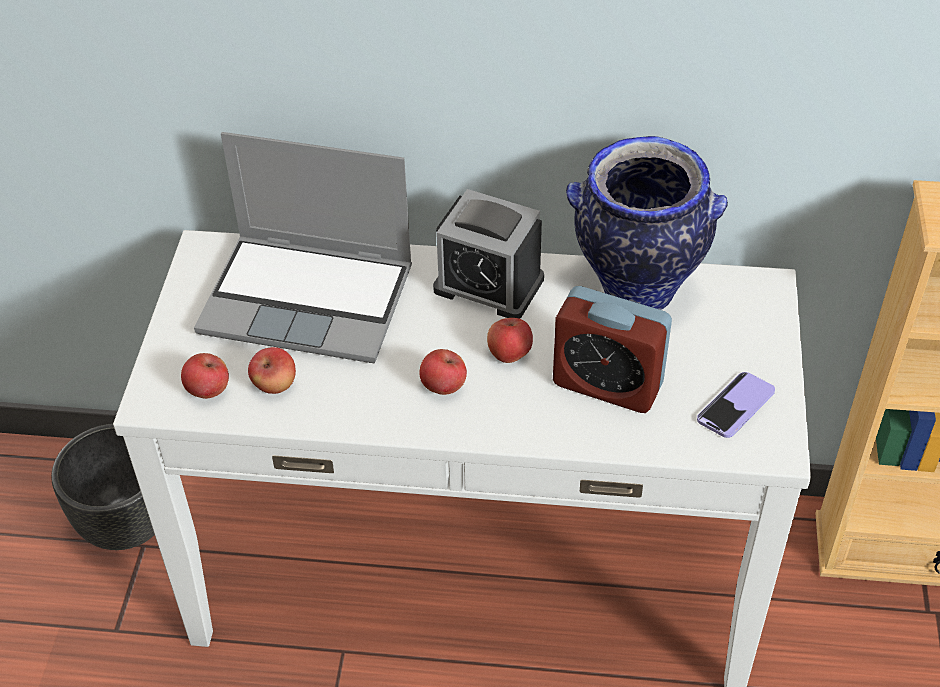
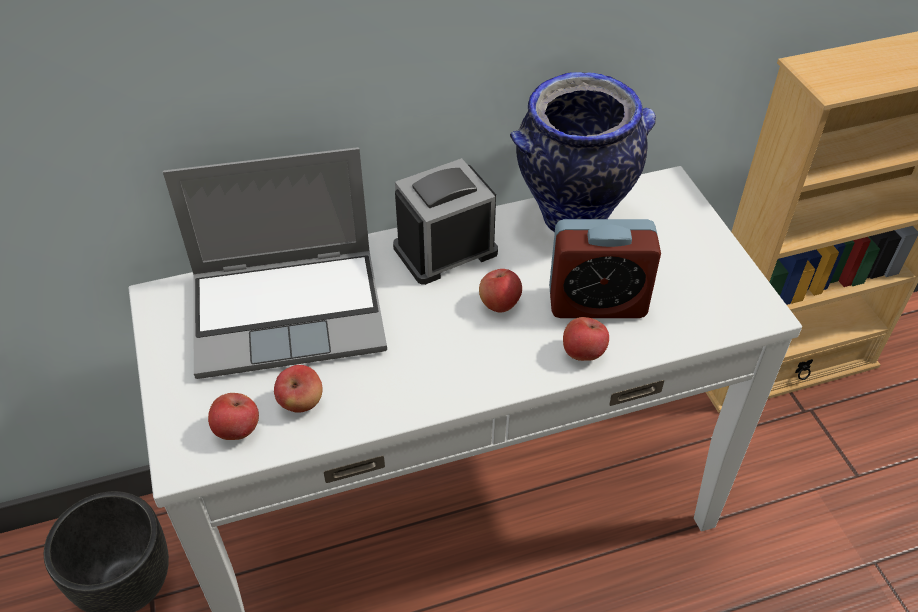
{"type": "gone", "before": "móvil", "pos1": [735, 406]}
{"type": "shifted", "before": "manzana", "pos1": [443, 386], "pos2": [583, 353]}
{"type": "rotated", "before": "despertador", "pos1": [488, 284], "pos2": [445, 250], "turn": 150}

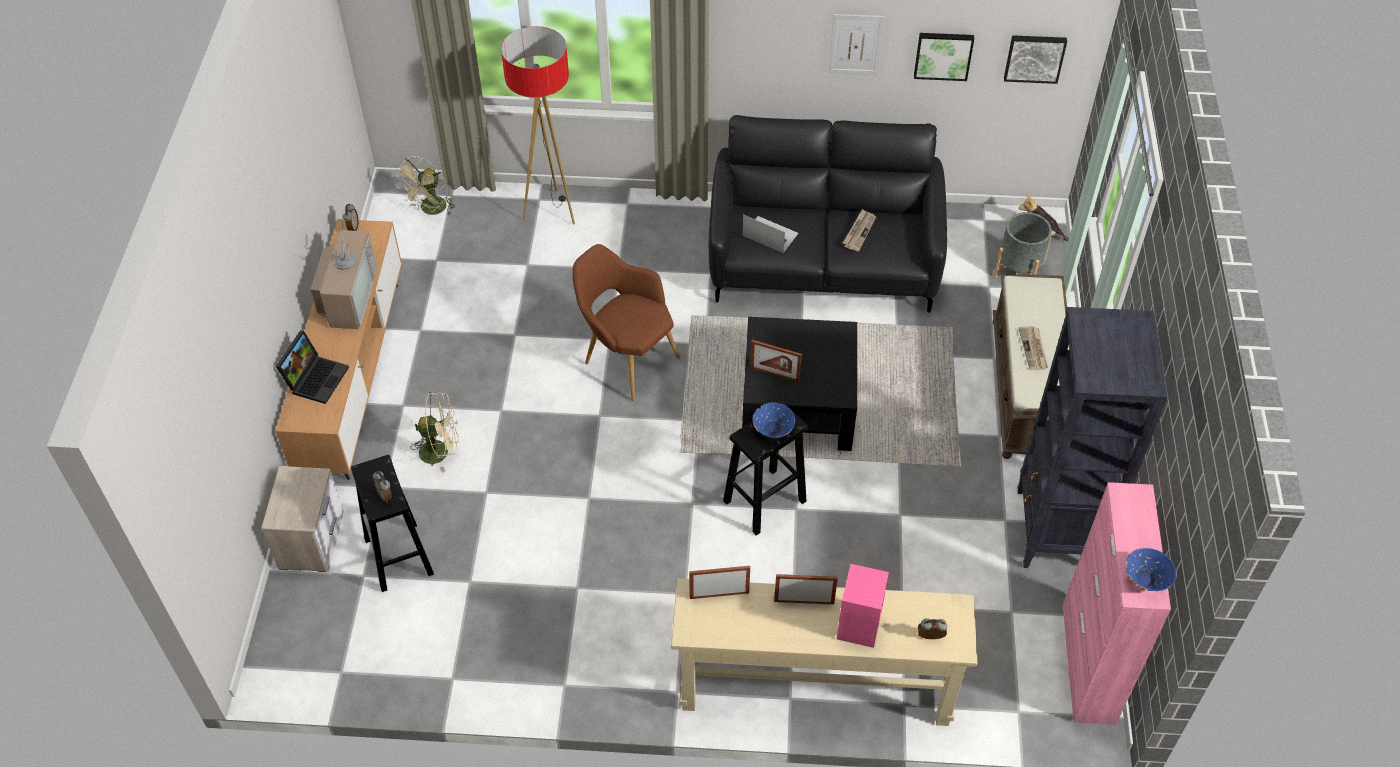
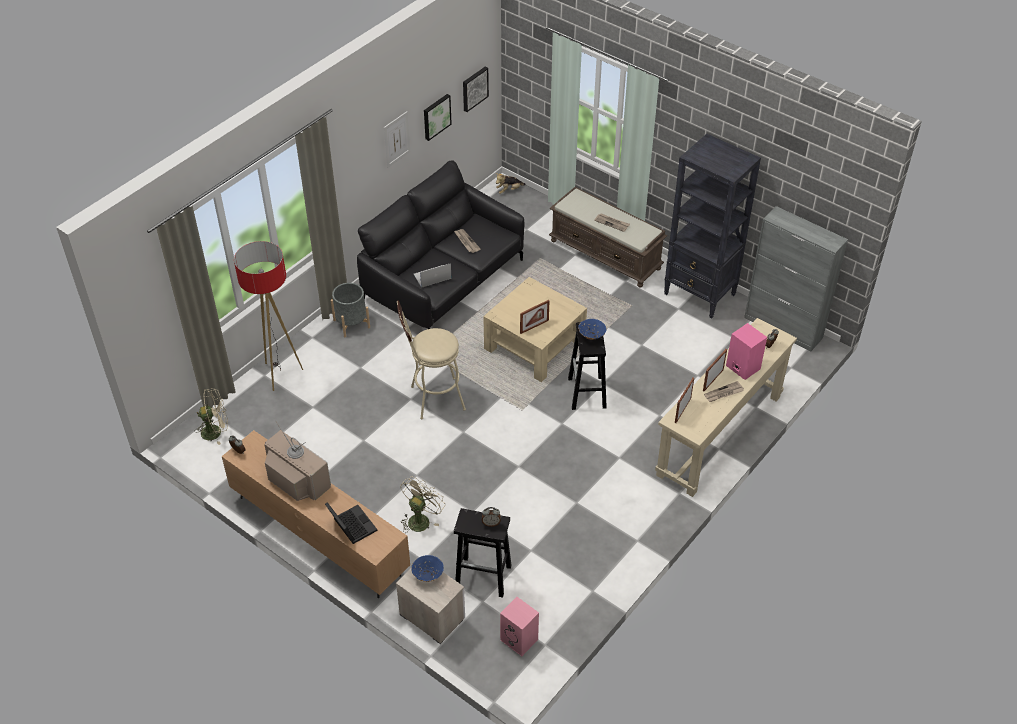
{"type": "new", "after": "altavoz [rosa]", "pos2": [520, 640]}
{"type": "new", "after": "periódico", "pos2": [723, 393]}
{"type": "shifted", "before": "maceta [gris]", "pos1": [1019, 270], "pos2": [351, 324]}
{"type": "shifted", "before": "cuenco [azul]", "pos1": [1146, 579], "pos2": [427, 575]}
{"type": "swapped", "before": "sillón [marrón]", "after": "taburete [beis]", "pos1": [626, 359], "pos2": [432, 399]}
{"type": "repainted", "before": "mesa de centro [negro]", "after": "mesa de centro [beis]", "pos1": [797, 405], "pos2": [534, 345]}
{"type": "repainted", "before": "armario [rosa]", "after": "armario [gris]", "pos1": [1088, 664], "pos2": [783, 328]}
{"type": "rotated", "before": "ventilador [beis]", "pos1": [431, 210], "pos2": [216, 431], "turn": -75}

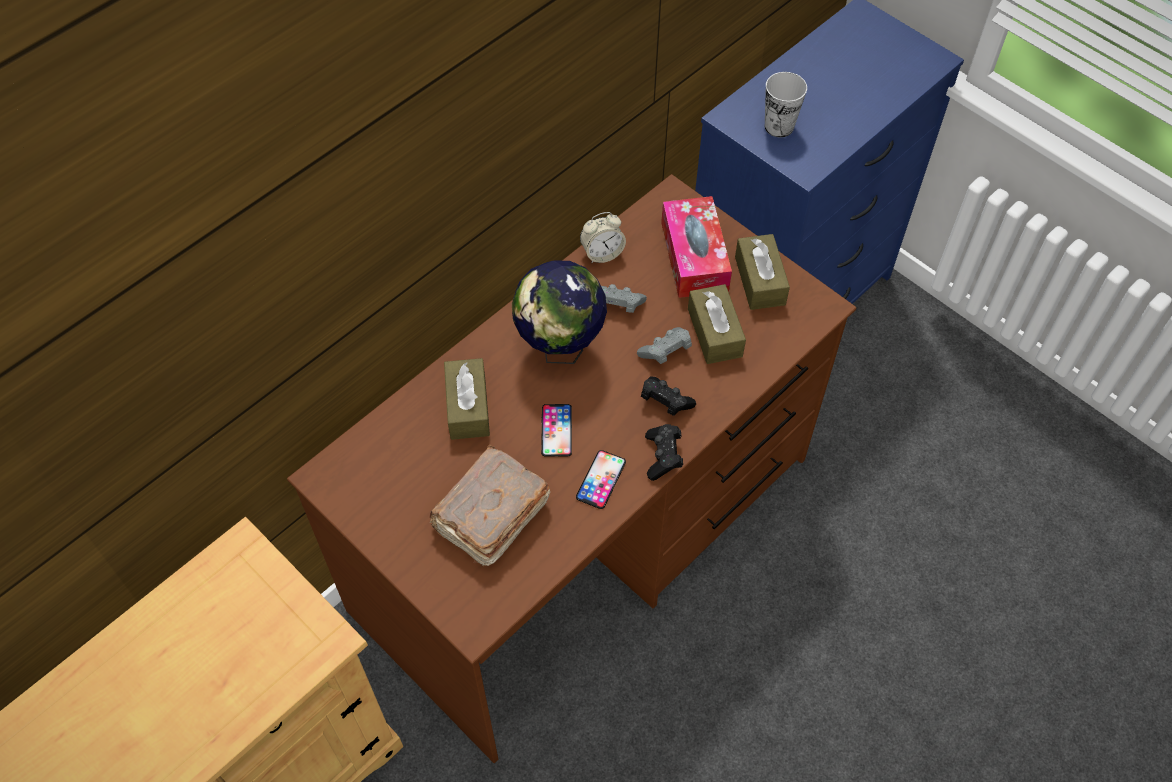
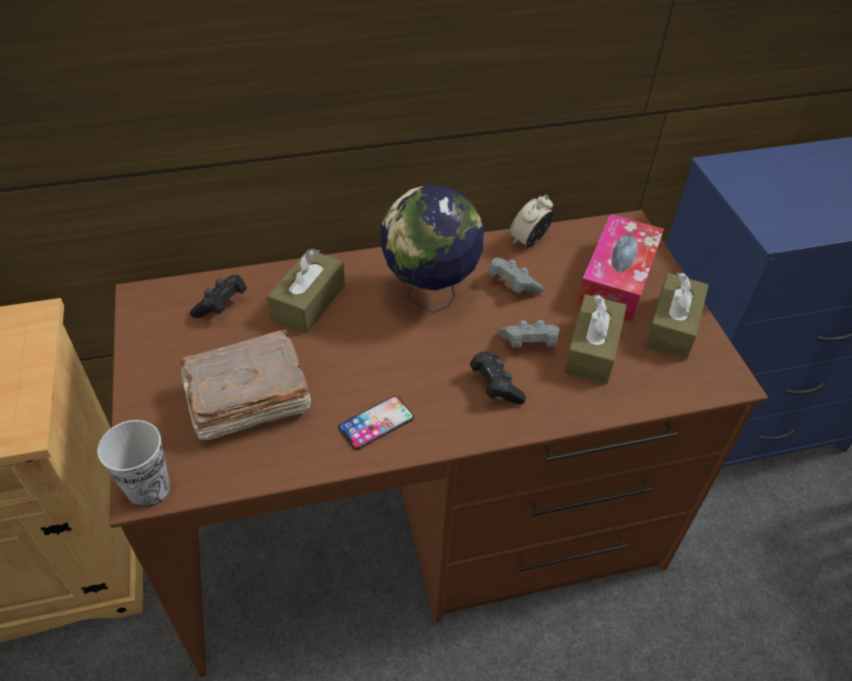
{"type": "gone", "before": "móvil", "pos1": [556, 430]}
{"type": "shifted", "before": "mando de consola [negro]", "pos1": [663, 457], "pos2": [222, 306]}
{"type": "shifted", "before": "taza", "pos1": [779, 126], "pos2": [148, 489]}
{"type": "rotated", "before": "despertador", "pos1": [602, 253], "pos2": [529, 241], "turn": 120}

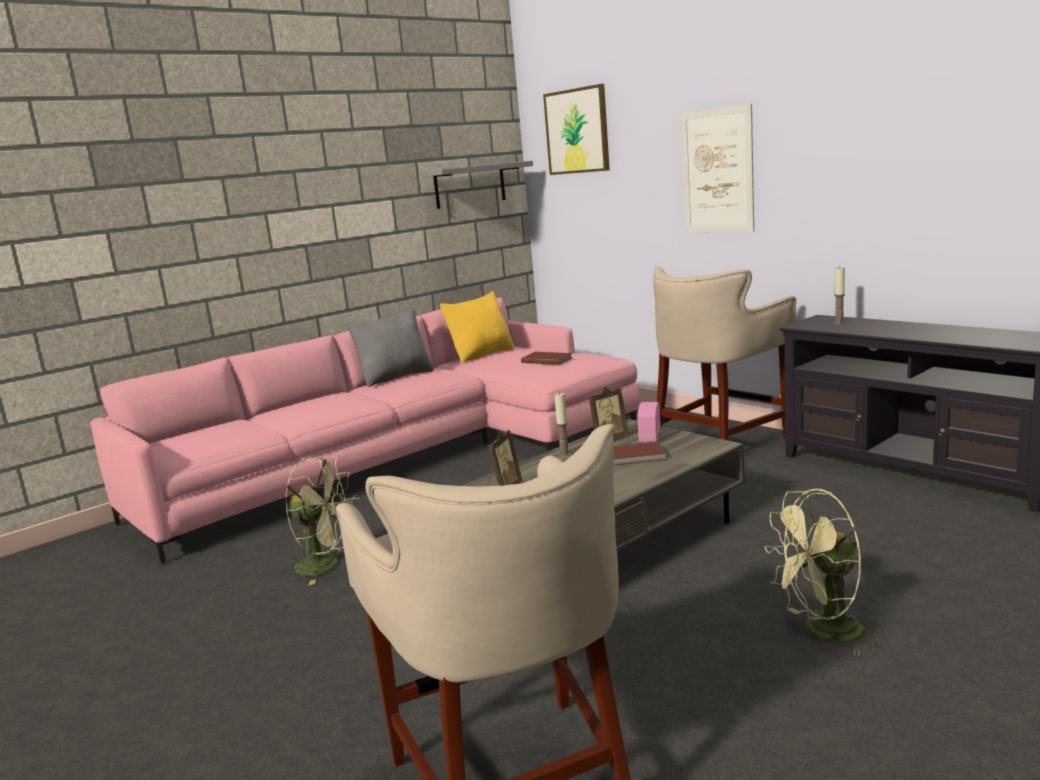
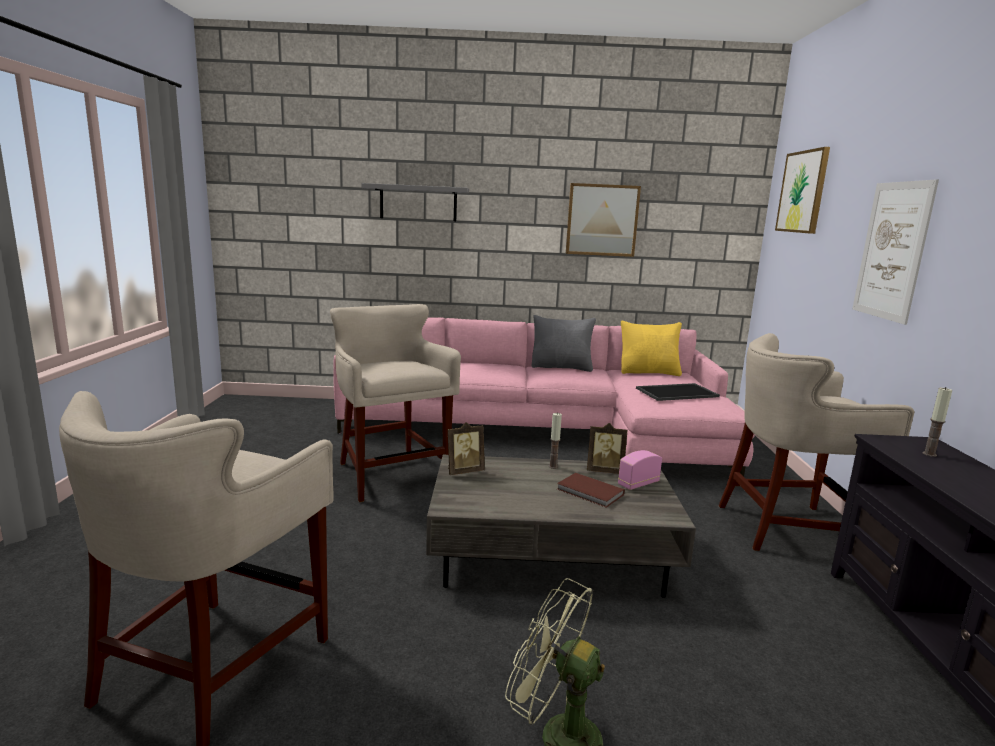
{"type": "new", "after": "cuadro", "pos2": [602, 220]}
{"type": "shifted", "before": "estante [gris]", "pos1": [470, 185], "pos2": [418, 203]}
{"type": "swapped", "before": "ventilador [verde]", "after": "taburete [beis]", "pos1": [327, 566], "pos2": [390, 475]}
{"type": "swapped", "before": "libro [marrón]", "after": "bandeja", "pos1": [546, 360], "pos2": [677, 392]}

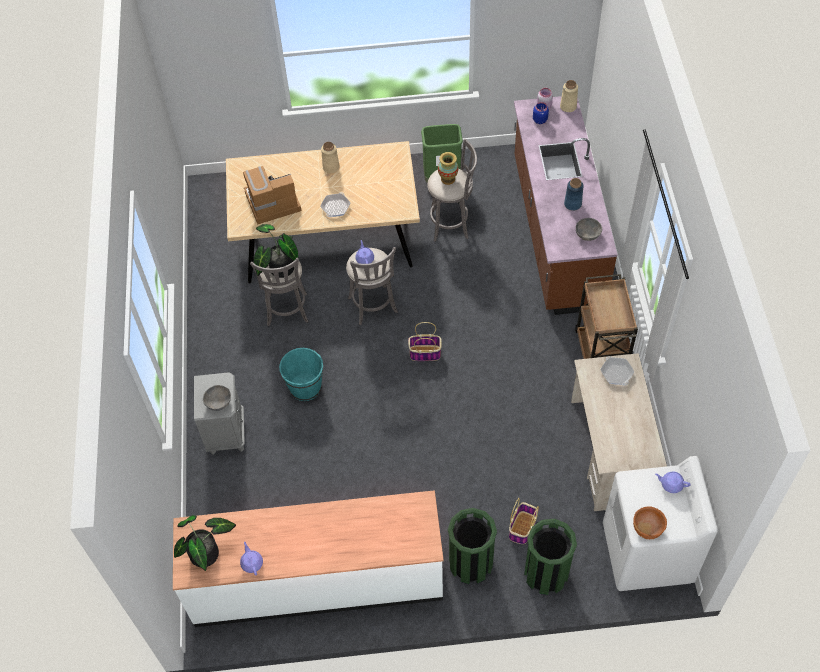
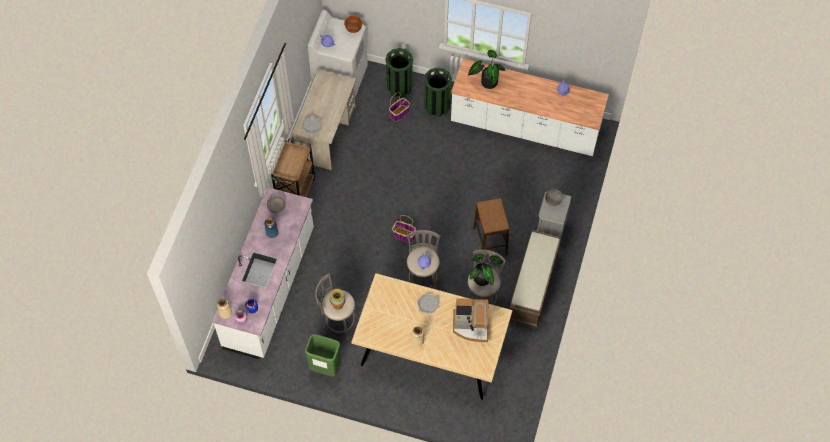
{"type": "new", "after": "banco [marrón]", "pos2": [533, 287]}
{"type": "shifted", "before": "planta en maceta", "pos1": [208, 554], "pos2": [487, 81]}
{"type": "swapped", "before": "cubo [turquesa]", "after": "taburete", "pos1": [305, 387], "pos2": [490, 241]}
{"type": "repainted", "before": "mueble bajo de cocina [marrón]", "after": "mueble bajo de cocina [blanco]", "pos1": [555, 232], "pos2": [270, 288]}

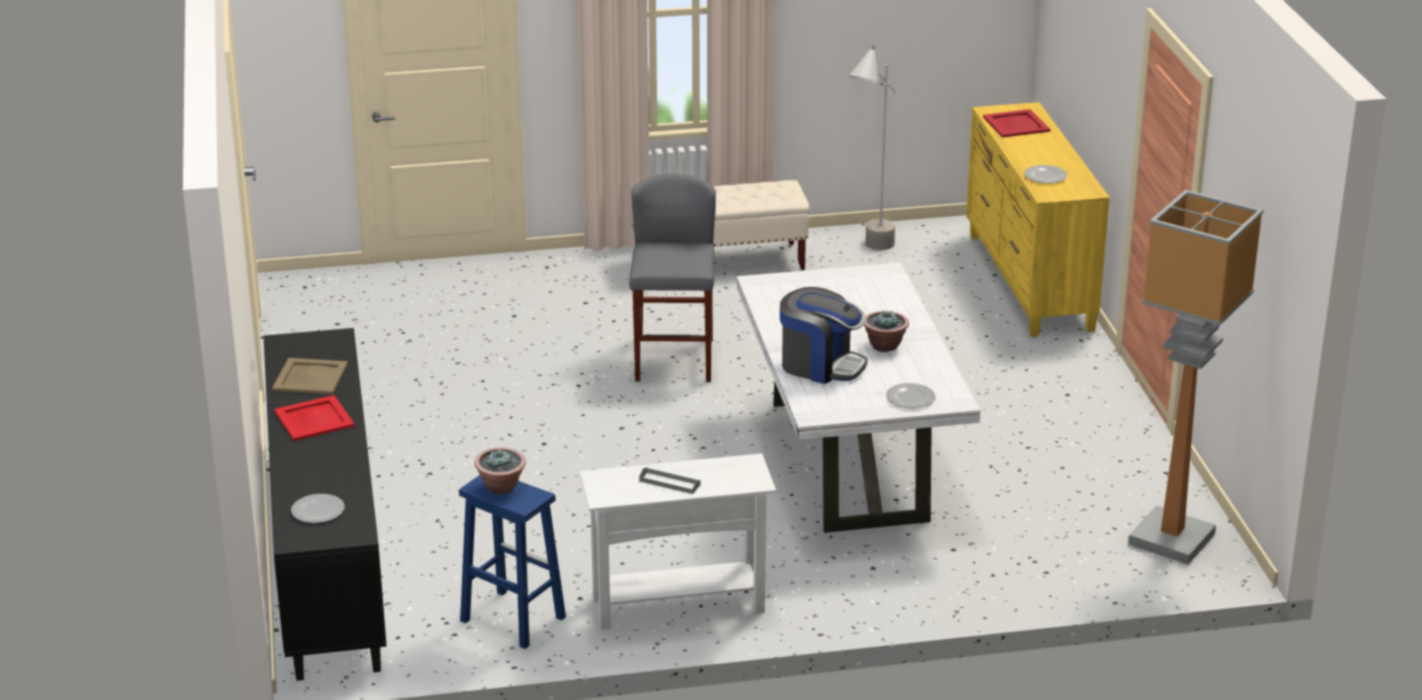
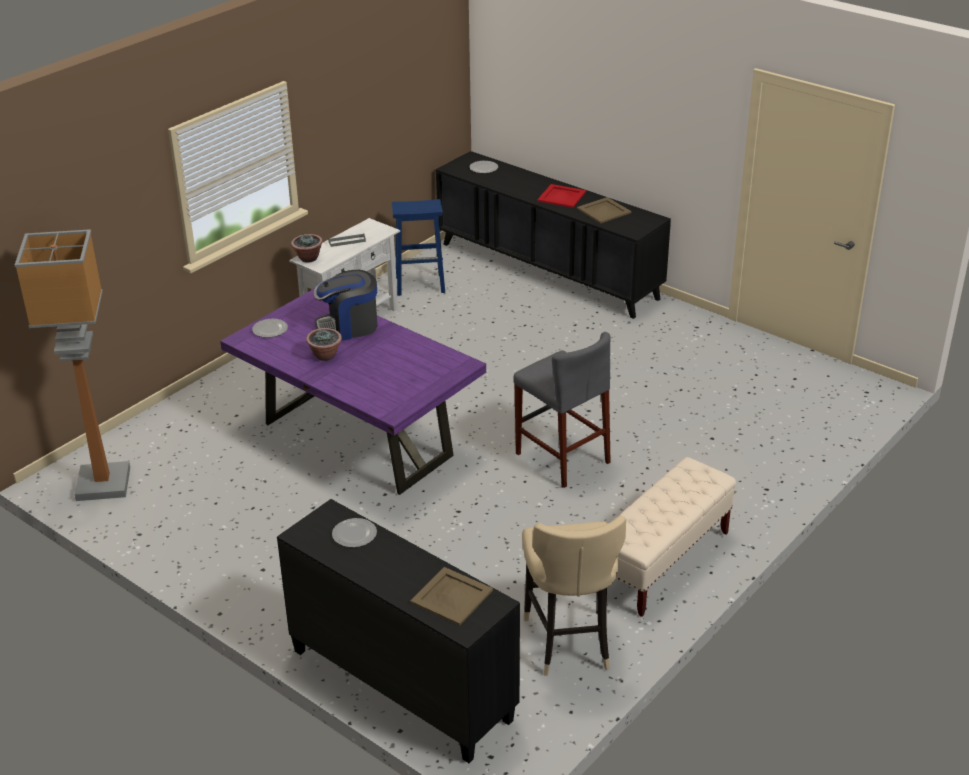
{"type": "shifted", "before": "planta en maceta", "pos1": [501, 487], "pos2": [308, 258]}
{"type": "swapped", "before": "lámpara de pie [gris]", "after": "taburete [beis]", "pos1": [870, 253], "pos2": [569, 643]}
{"type": "repainted", "before": "mesa de comedor [blanco]", "after": "mesa de comedor [morado]", "pos1": [847, 461], "pos2": [359, 440]}
{"type": "repainted", "before": "cómoda [amarillo]", "after": "cómoda [negro]", "pos1": [1029, 283], "pos2": [401, 683]}
{"type": "repainted", "before": "bandeja [rojo]", "after": "bandeja [beis]", "pos1": [1016, 124], "pos2": [451, 596]}

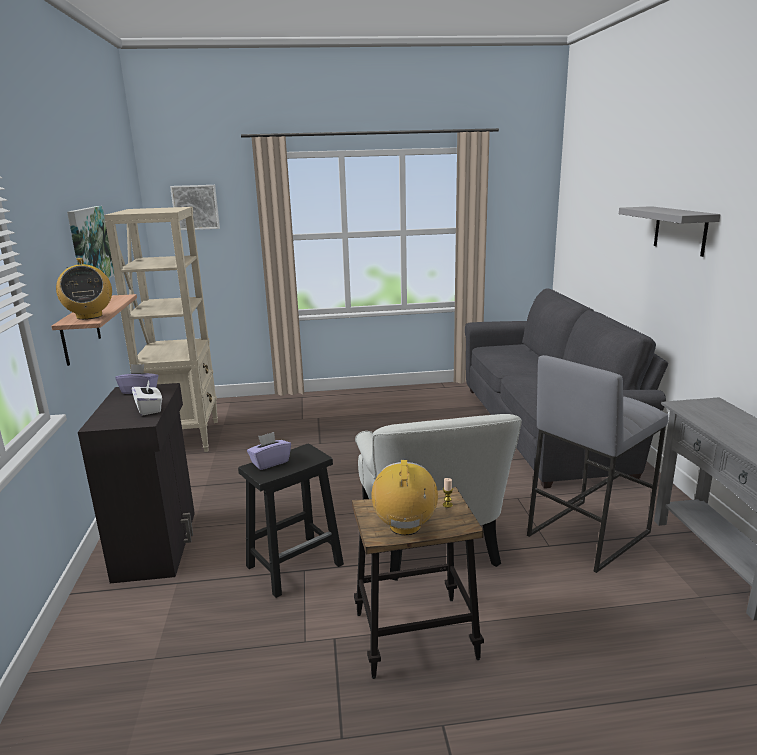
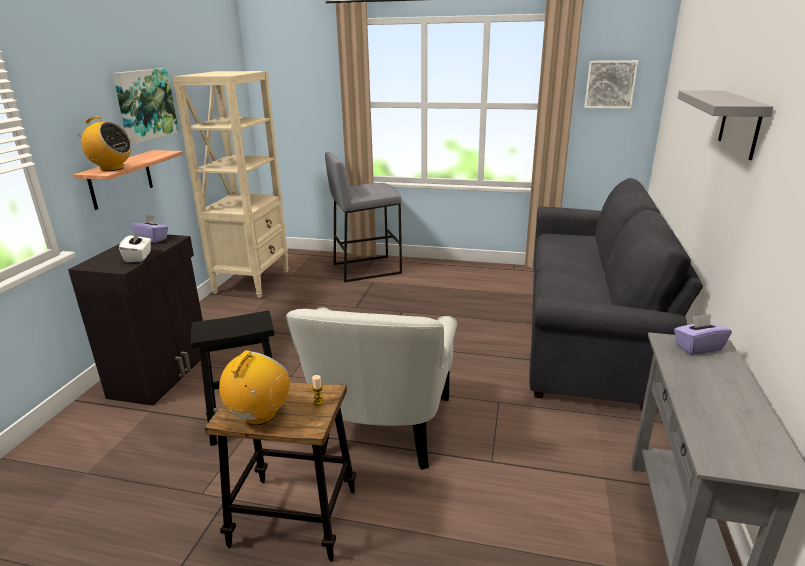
{"type": "shifted", "before": "cuadro", "pos1": [195, 207], "pos2": [610, 84]}
{"type": "shifted", "before": "caja de pañuelos [morado]", "pos1": [270, 462], "pos2": [697, 347]}
{"type": "shifted", "before": "taburete [gris]", "pos1": [587, 533], "pos2": [366, 268]}
{"type": "rotated", "before": "radio", "pos1": [89, 316], "pos2": [111, 168], "turn": -75}

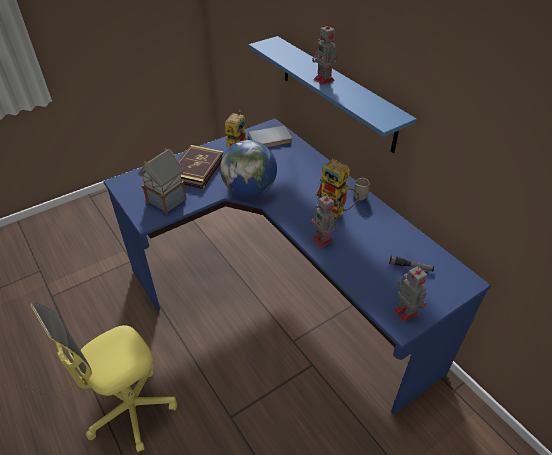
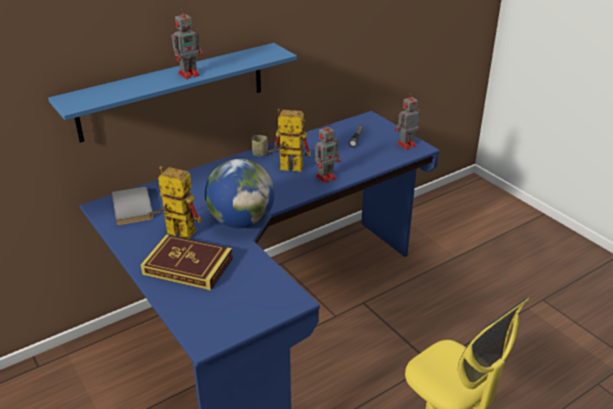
{"type": "gone", "before": "casita", "pos1": [167, 200]}
{"type": "rotated", "before": "robot de juguete", "pos1": [336, 213], "pos2": [285, 168], "turn": -120}

